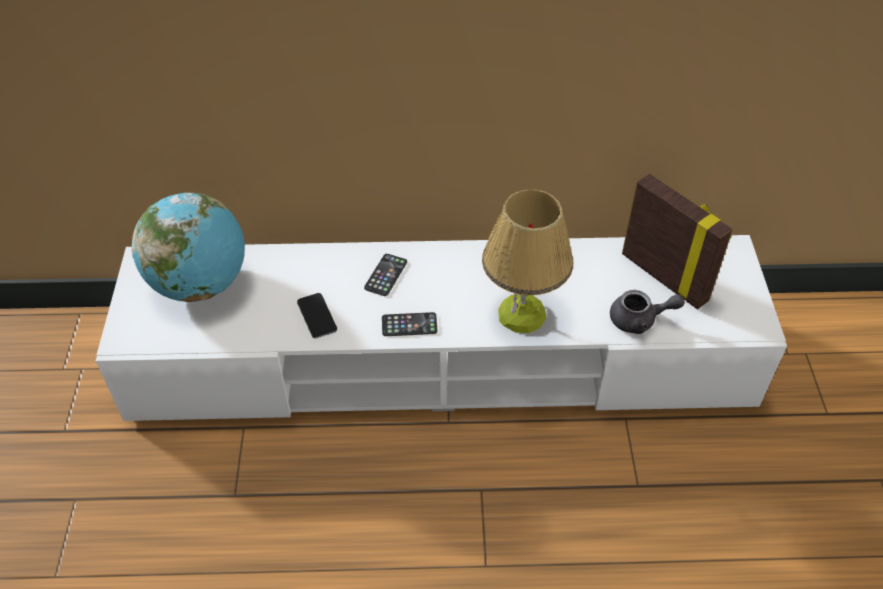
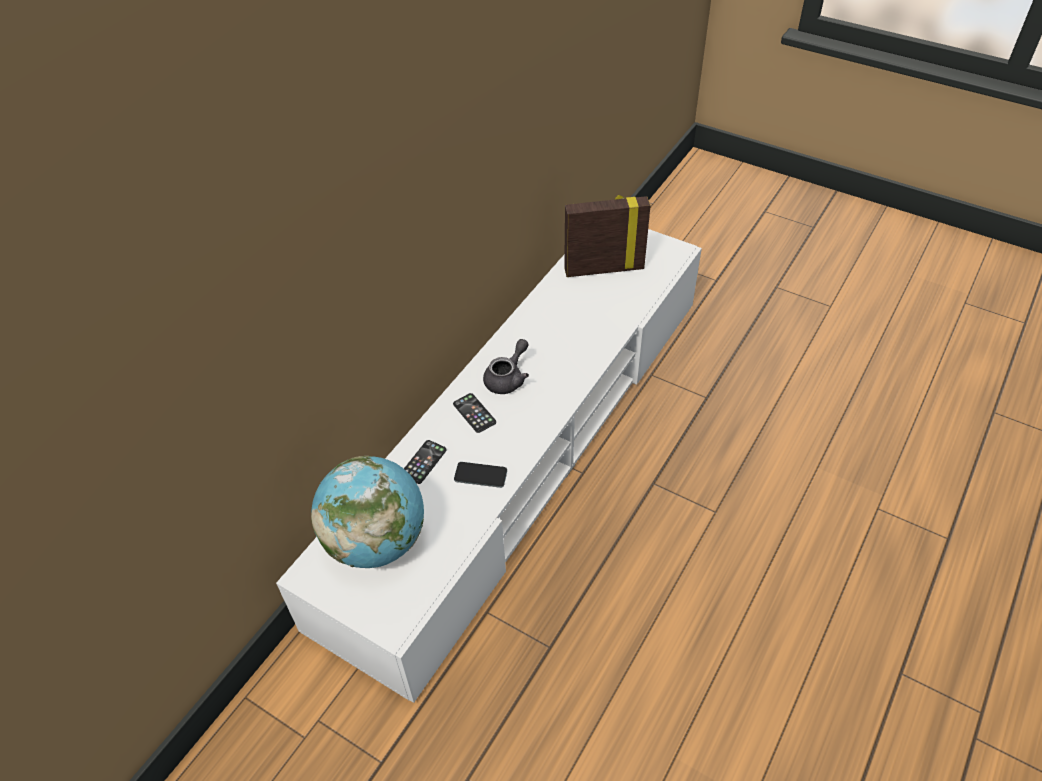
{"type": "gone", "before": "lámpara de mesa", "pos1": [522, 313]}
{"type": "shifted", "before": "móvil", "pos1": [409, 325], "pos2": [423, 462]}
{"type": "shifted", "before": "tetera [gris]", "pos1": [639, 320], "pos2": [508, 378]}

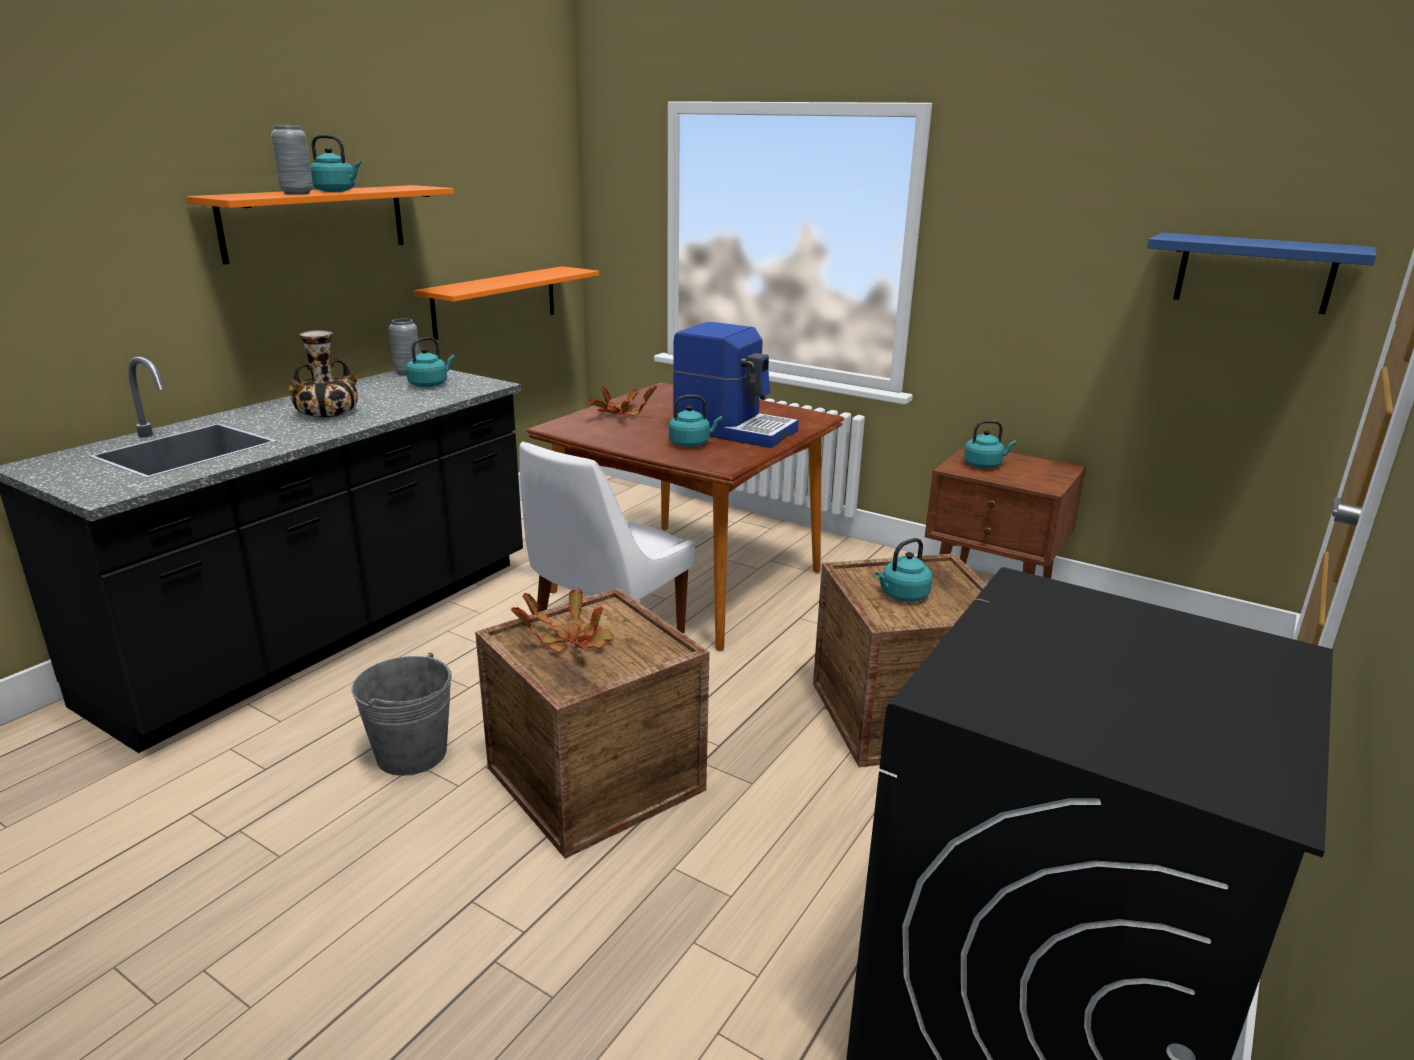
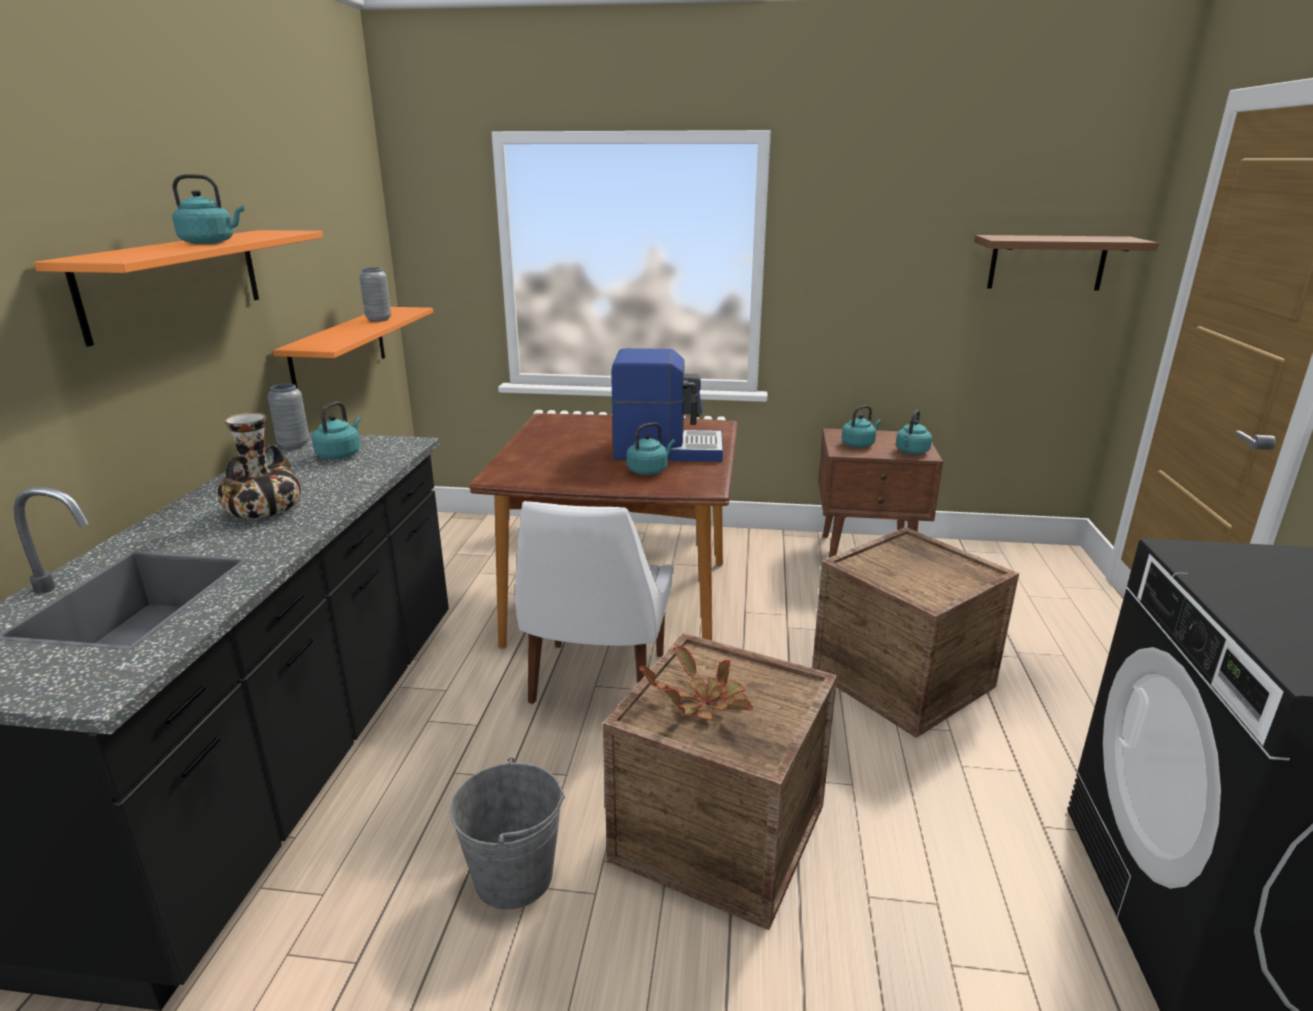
{"type": "gone", "before": "planta en maceta", "pos1": [620, 415]}
{"type": "shifted", "before": "florero [gris]", "pos1": [297, 193], "pos2": [378, 320]}
{"type": "shifted", "before": "hervidor [turquesa]", "pos1": [902, 596], "pos2": [911, 452]}
{"type": "repainted", "before": "estante [azul]", "after": "estante [marrón]", "pos1": [1254, 273], "pos2": [1047, 262]}

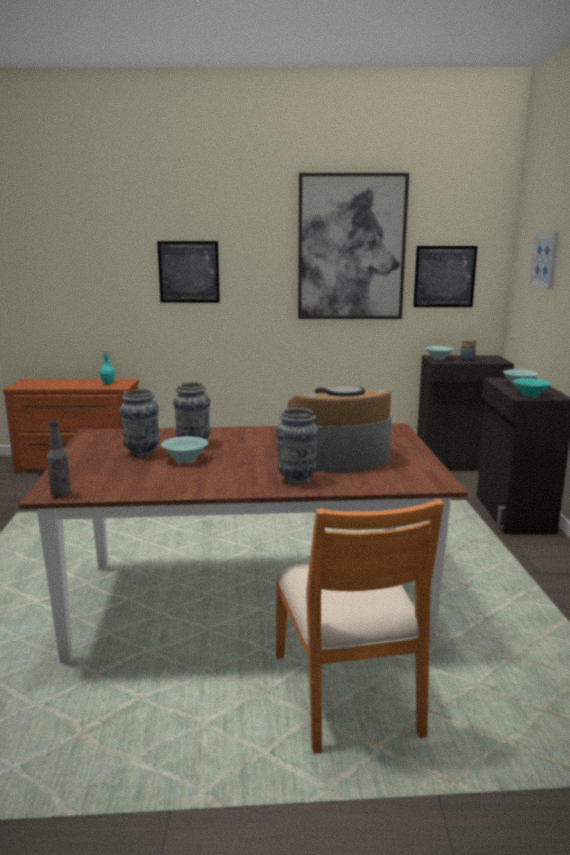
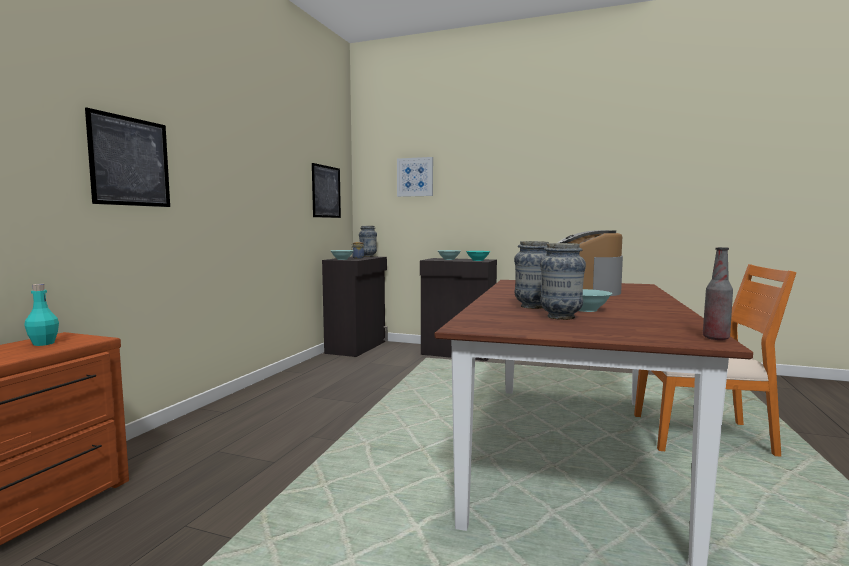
{"type": "gone", "before": "cuadro", "pos1": [351, 247]}
{"type": "shifted", "before": "florero", "pos1": [297, 480], "pos2": [368, 256]}

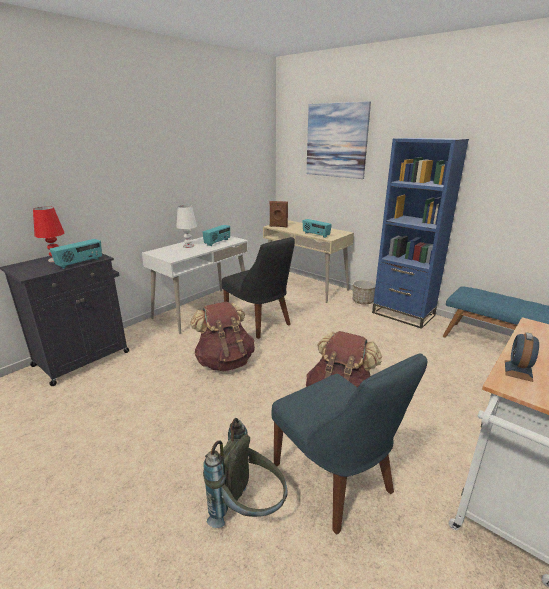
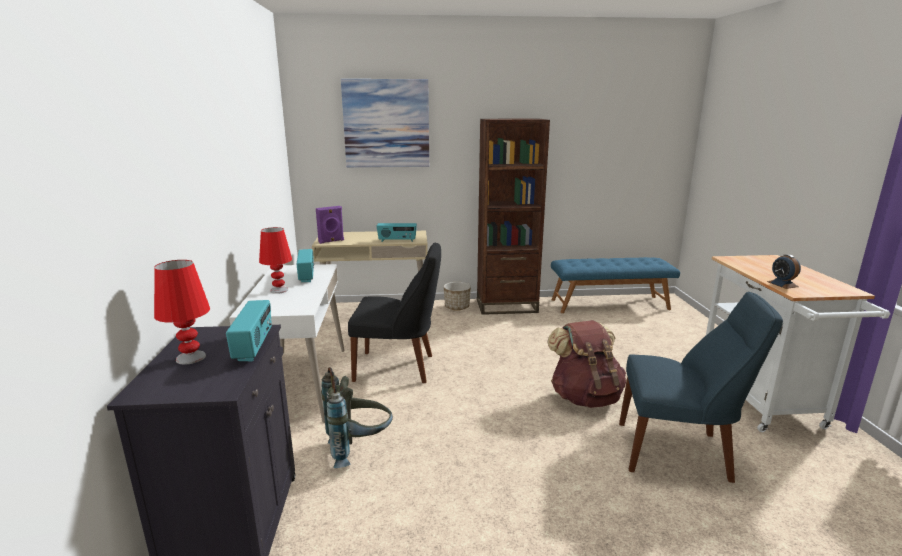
{"type": "gone", "before": "mochila [marrón]", "pos1": [225, 362]}
{"type": "shifted", "before": "mochila [gris]", "pos1": [249, 510], "pos2": [359, 448]}
{"type": "repainted", "before": "lámpara de mesa [blanco]", "after": "lámpara de mesa [rojo]", "pos1": [188, 246], "pos2": [279, 290]}
{"type": "repainted", "before": "altavoz [marrón]", "after": "altavoz [morado]", "pos1": [278, 226], "pos2": [331, 241]}
{"type": "repainted", "before": "estantería [azul]", "after": "estantería [marrón]", "pos1": [403, 314], "pos2": [506, 306]}

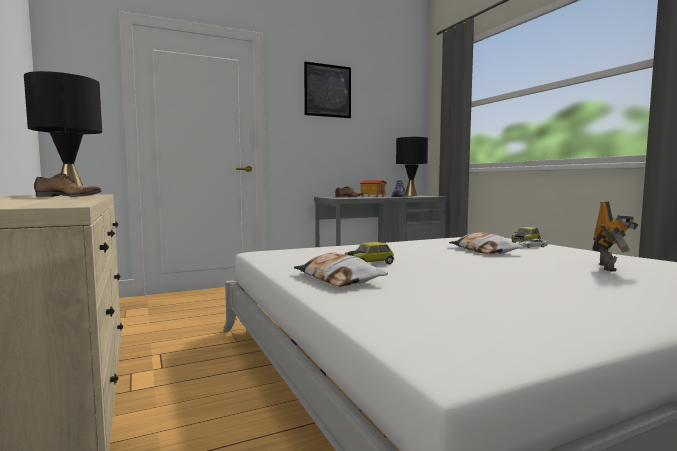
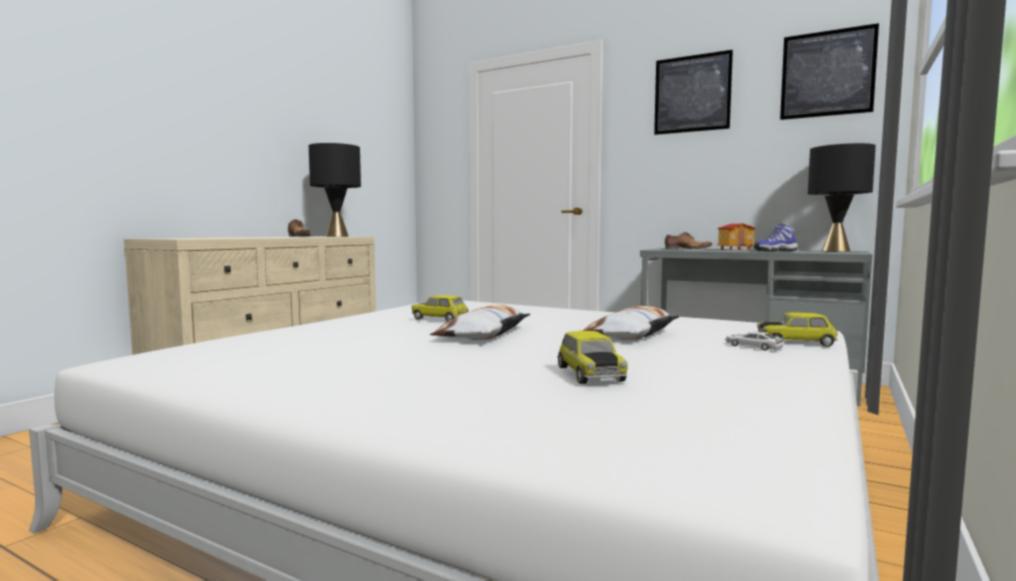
{"type": "new", "after": "cuadro", "pos2": [827, 73]}
{"type": "shifted", "before": "cojín", "pos1": [338, 279], "pos2": [484, 334]}
{"type": "swapped", "before": "robot de juguete", "after": "coche de juguete", "pos1": [610, 268], "pos2": [588, 374]}

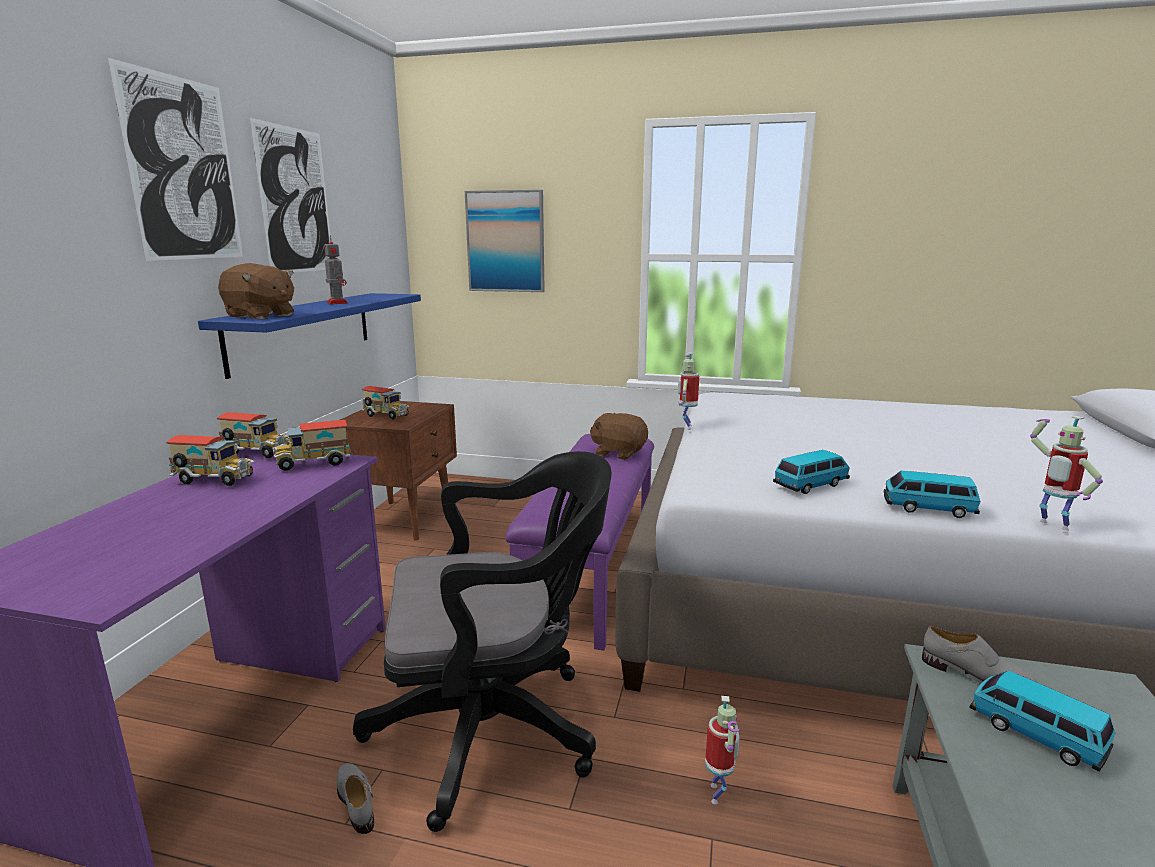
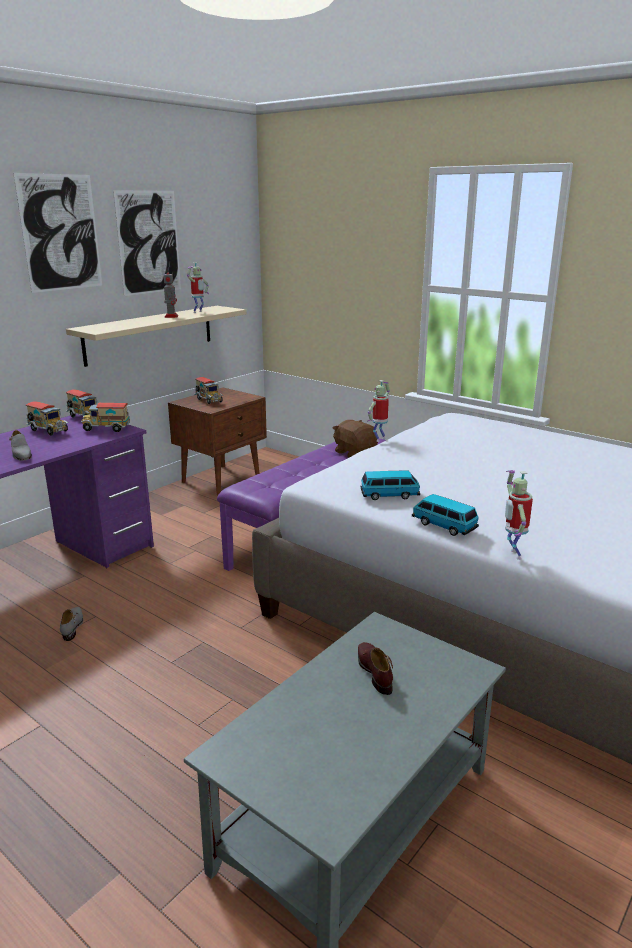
{"type": "gone", "before": "peluche [marrón]", "pos1": [260, 316]}
{"type": "gone", "before": "silla de oficina [negro]", "pos1": [496, 728]}
{"type": "gone", "before": "cuadro", "pos1": [506, 241]}
{"type": "shifted", "before": "robot de juguete", "pos1": [718, 794], "pos2": [198, 312]}
{"type": "shifted", "before": "zapato [gris]", "pos1": [976, 675], "pos2": [21, 454]}
{"type": "swapped", "before": "coche de juguete", "after": "zapato [marrón]", "pos1": [1035, 733], "pos2": [374, 671]}
{"type": "repainted", "before": "estante [azul]", "after": "estante [beis]", "pos1": [303, 330], "pos2": [150, 334]}

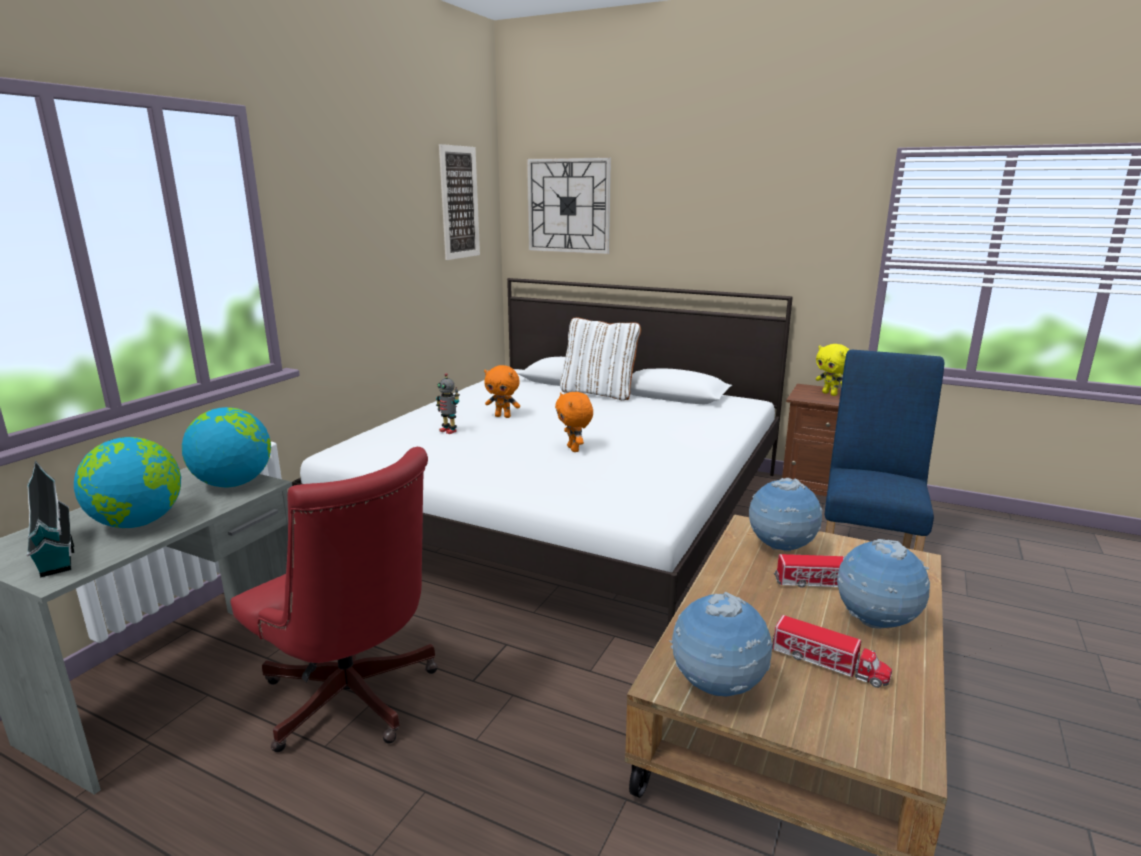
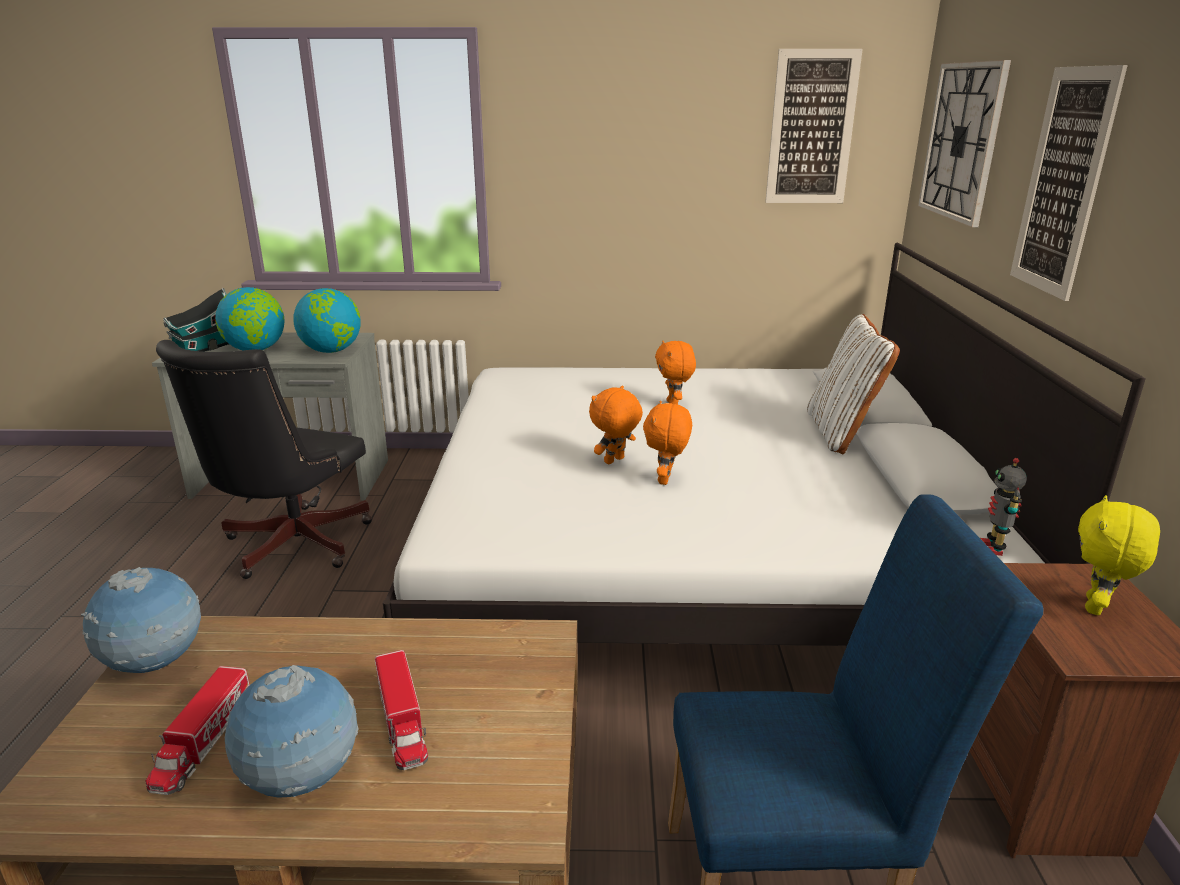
{"type": "gone", "before": "globo terráqueo", "pos1": [781, 549]}
{"type": "new", "after": "peluche [naranja]", "pos2": [666, 480]}
{"type": "new", "after": "cuadro", "pos2": [1063, 182]}
{"type": "shifted", "before": "robot de juguete", "pos1": [449, 431], "pos2": [993, 548]}
{"type": "repainted", "before": "silla de oficina [rojo]", "after": "silla de oficina [negro]", "pos1": [353, 702], "pos2": [290, 547]}

